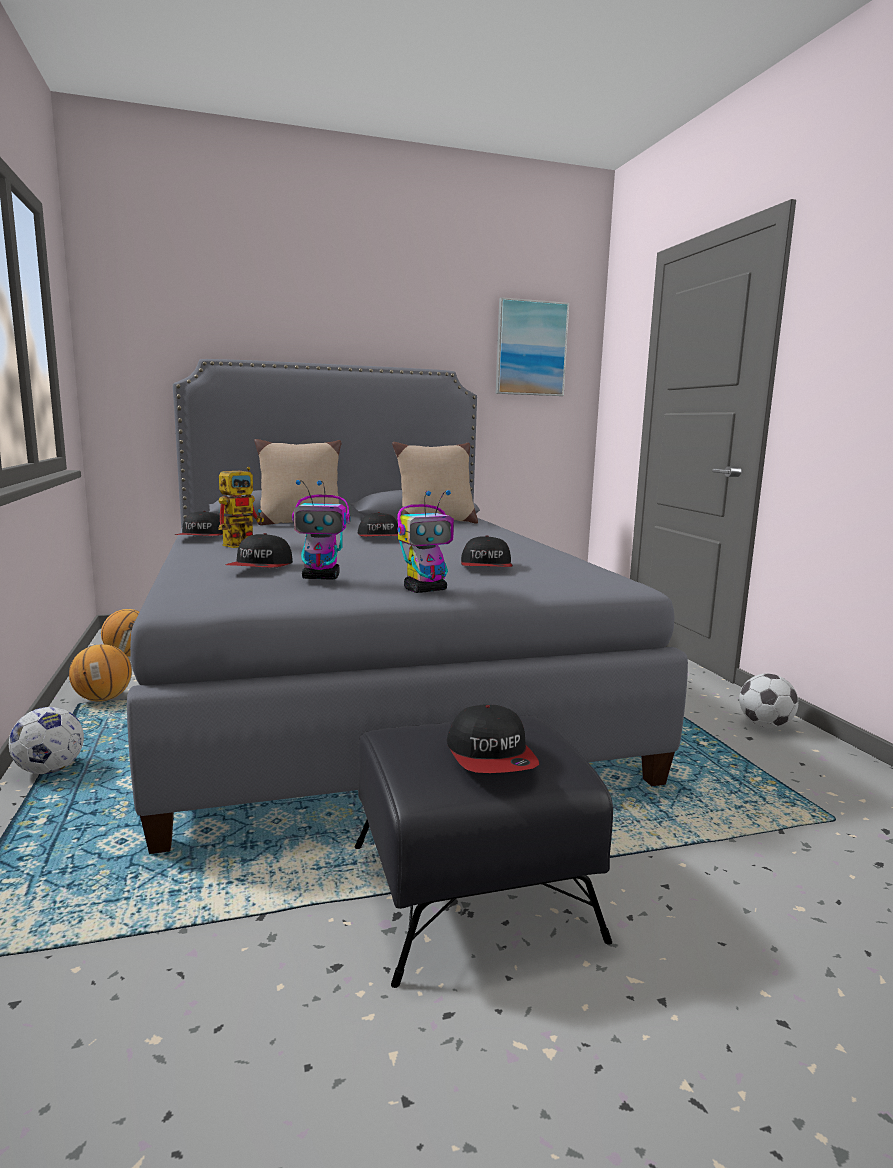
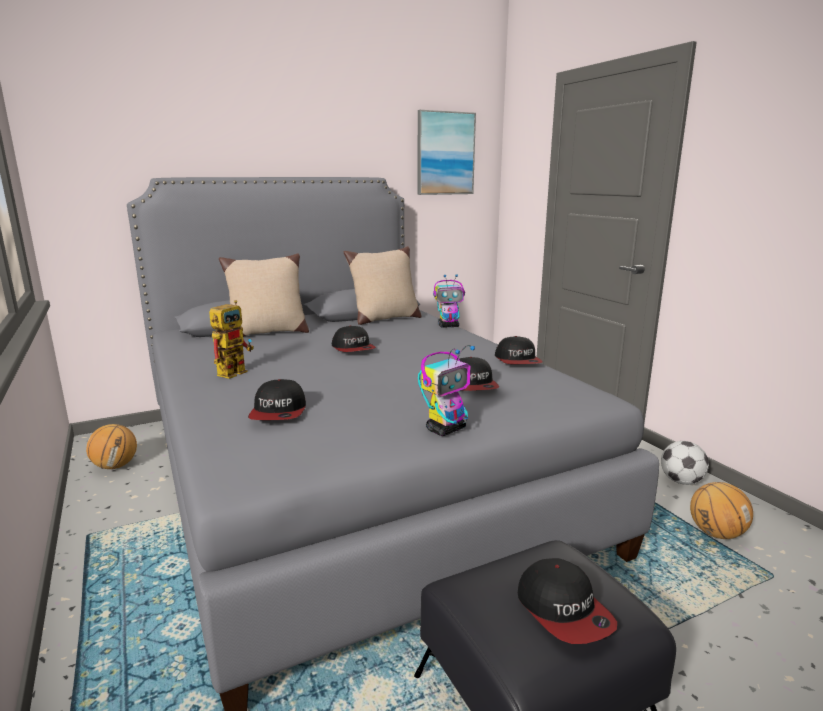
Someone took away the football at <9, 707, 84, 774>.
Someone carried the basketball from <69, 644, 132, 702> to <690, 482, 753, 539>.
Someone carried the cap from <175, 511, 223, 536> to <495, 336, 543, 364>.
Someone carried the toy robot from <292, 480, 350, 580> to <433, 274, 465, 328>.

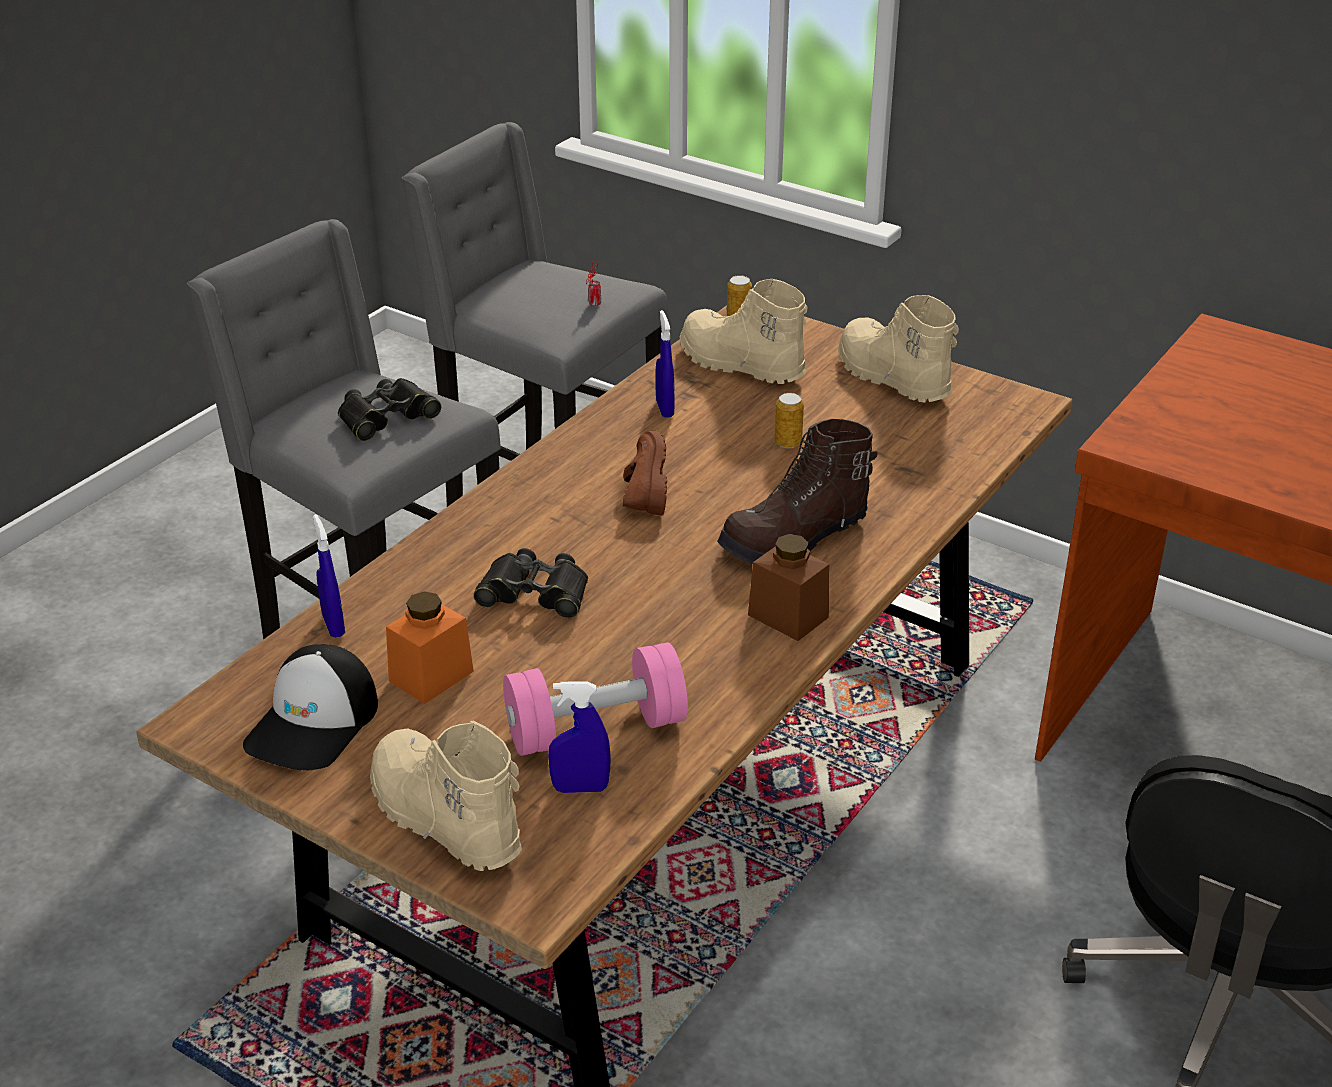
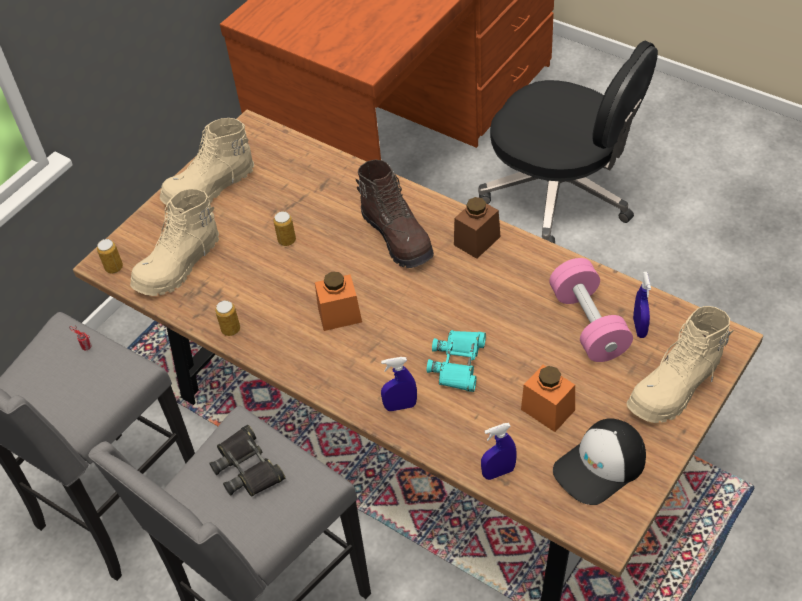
Someone put down the can at <215, 300, 240, 336>.
Someone carried the blue spray bottle from <656, 310, 675, 418> to <381, 357, 417, 411>.
Someone swapped the brown shoe at <622, 431, 667, 516> for the orange jar at <315, 272, 362, 331>.
Someone repainted the black binoculars at <473, 548, 588, 618>, which became the turquoise binoculars at <427, 330, 486, 392>.
Someone rotated the cap at <243, 644, 378, 771> by 120 degrees clockwise.

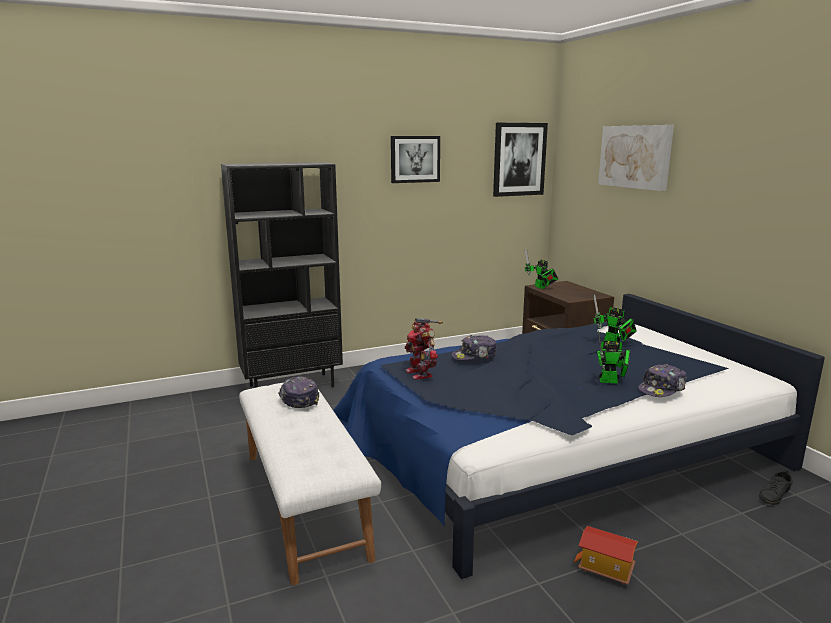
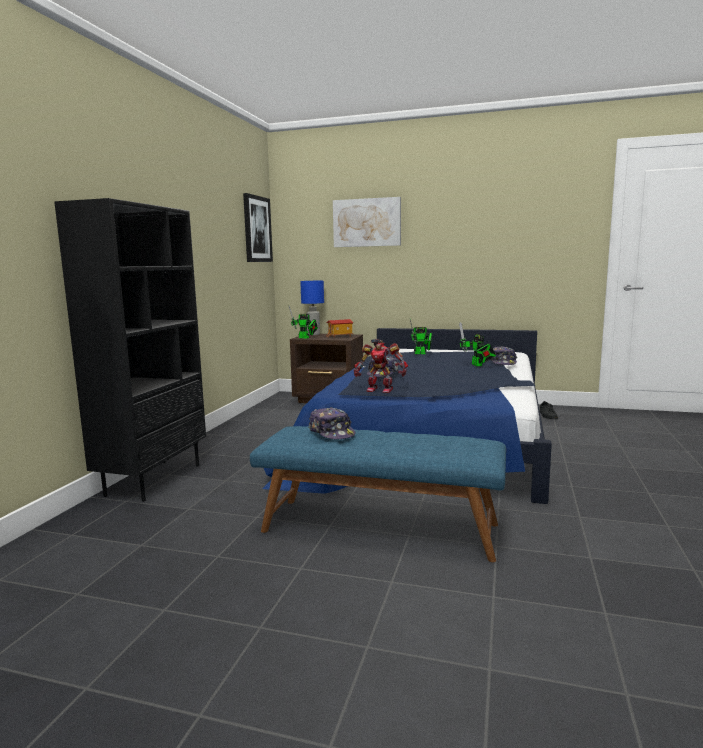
Someone took away the picture at <391, 136, 440, 183>.
Someone put down the blue table lamp at <300, 281, 324, 335>.
Someone carried the toy house from <574, 526, 638, 585> to <326, 319, 354, 338>.
Someone repainted the white bench at <239, 383, 381, 585>, which became the blue bench at <250, 426, 506, 562>.
Someone rotated the cap at <278, 376, 319, 408> by 135 degrees counterclockwise.
Someone rotated the toy robot at <597, 331, 630, 384> by 120 degrees clockwise.

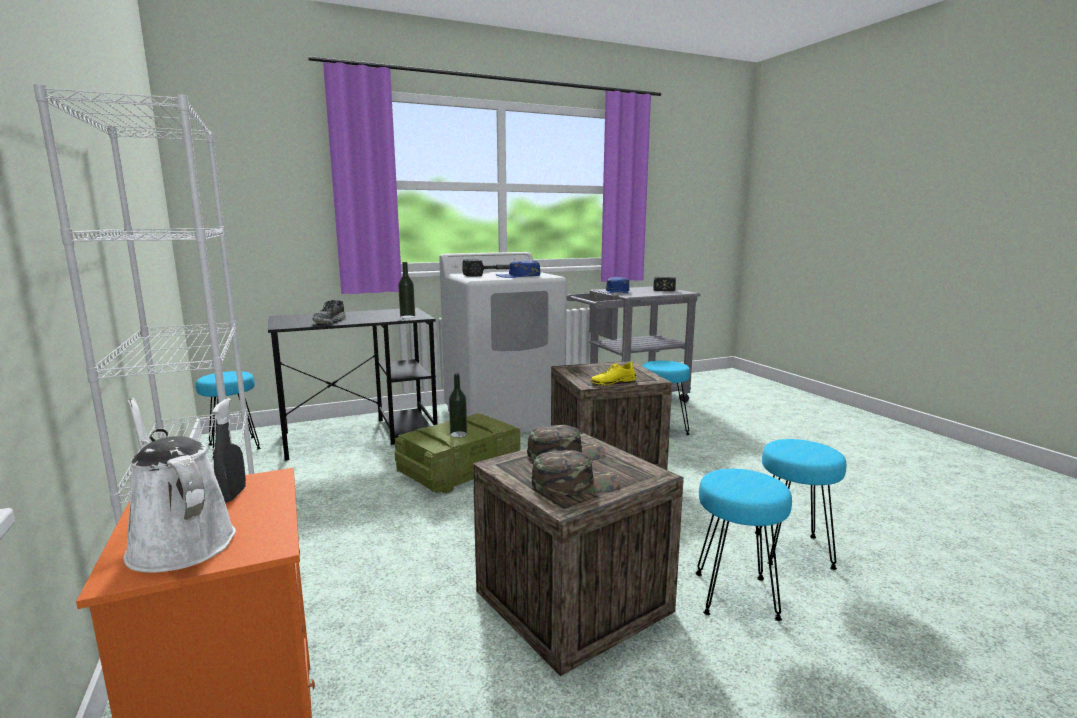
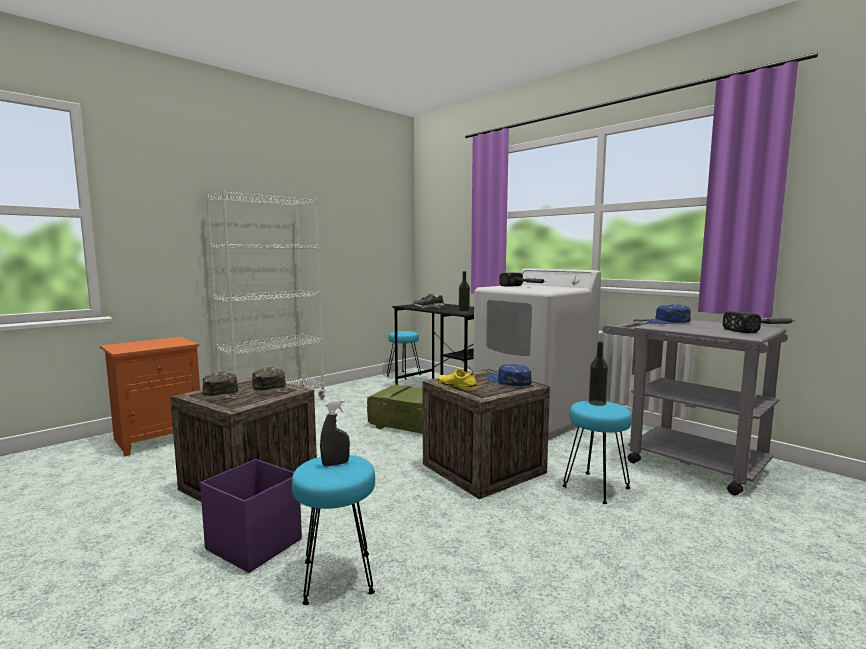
Someone took away the white watering can at <124, 398, 236, 572>.
Someone carried the grey spray bottle from <212, 398, 246, 502> to <320, 399, 350, 467>.
Someone carried the bottle from <449, 373, 467, 438> to <588, 342, 608, 406>.
Someone carried the blue cap from <496, 260, 540, 278> to <486, 364, 532, 386>.
Someone swapped the turquoise stool at <695, 469, 792, 621> for the purple storage box at <200, 459, 302, 573>.

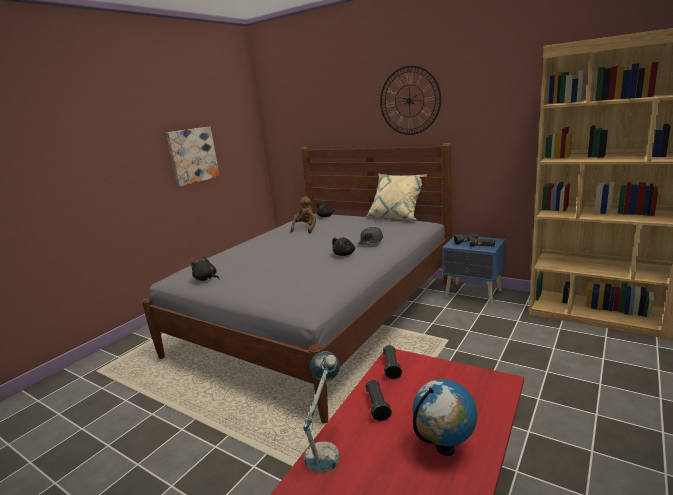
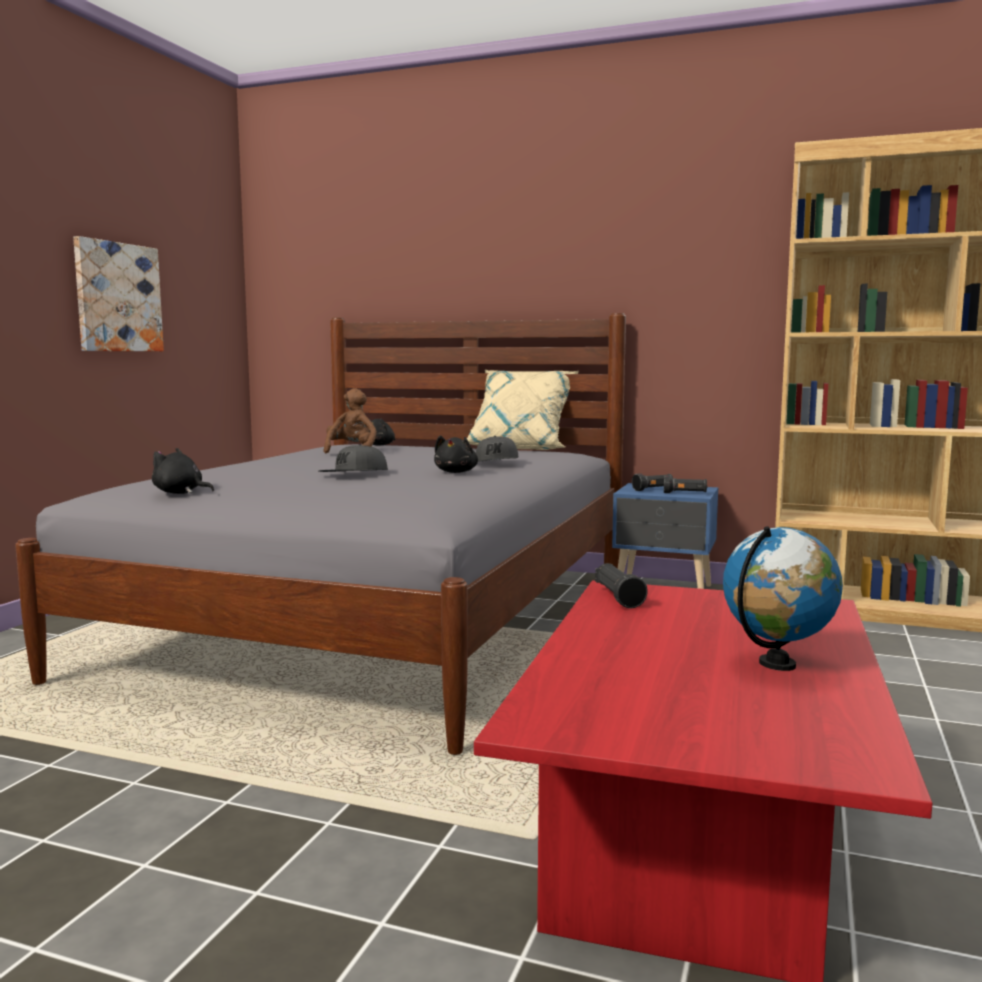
Someone took away the table lamp at <303, 351, 340, 474>.
Someone took away the black flashlight at <366, 380, 392, 421>.
Someone took away the wall clock at <380, 66, 441, 135>.
Someone put down the grey cap at <319, 444, 388, 472>.

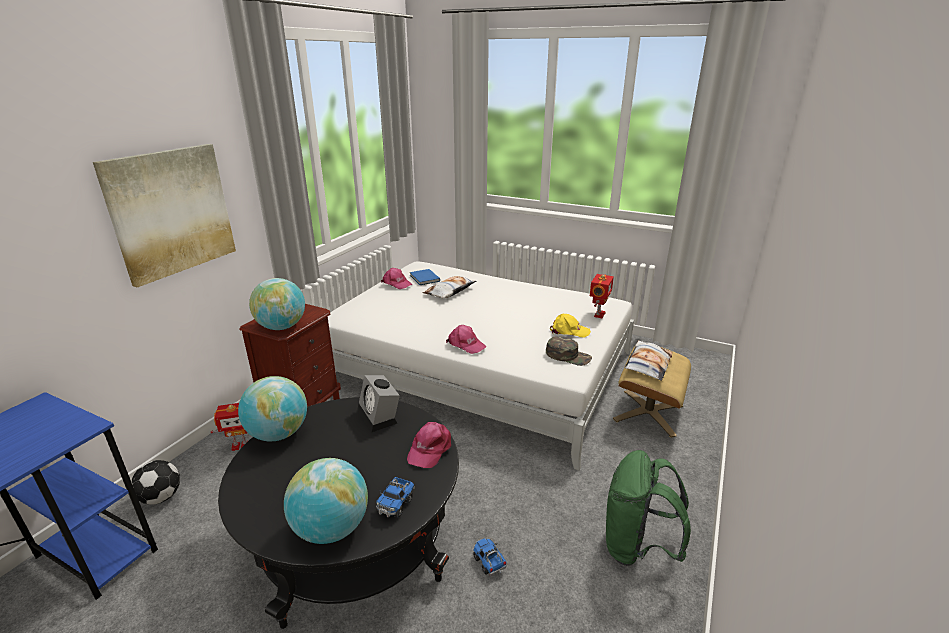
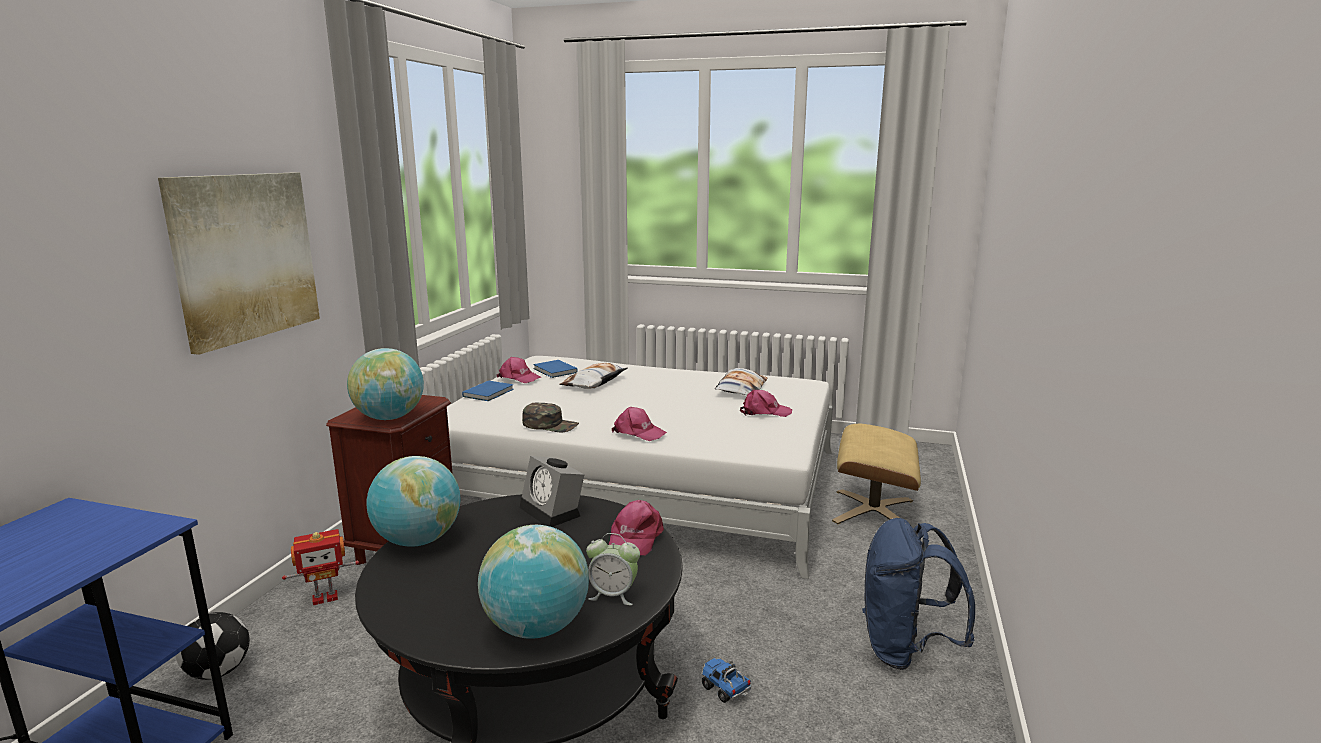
Someone took away the toy robot at <590, 274, 614, 318>.
Someone put down the blue book at <462, 381, 514, 401>.
Someone carried the green cap from <546, 336, 592, 366> to <522, 402, 579, 432>.
Someone carried the pillow from <625, 340, 673, 381> to <715, 368, 767, 395>.
Someone swapped the toy truck at <376, 477, 414, 518> for the alarm clock at <586, 533, 640, 605>.
Someone repainted the yellow cap at <550, 314, 591, 338>, which became the pink cap at <740, 390, 792, 417>.
Someone repainted the green backpack at <606, 450, 691, 566>, which became the blue backpack at <862, 518, 975, 670>.

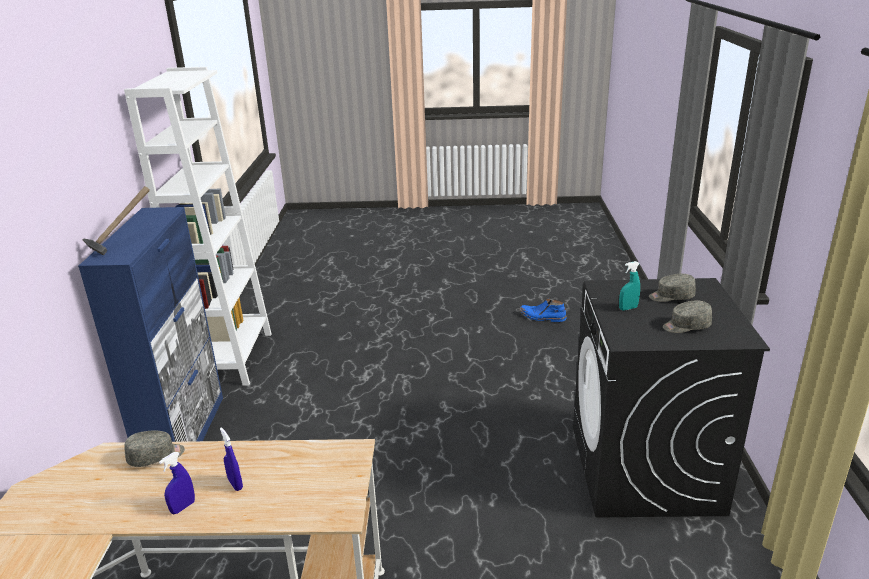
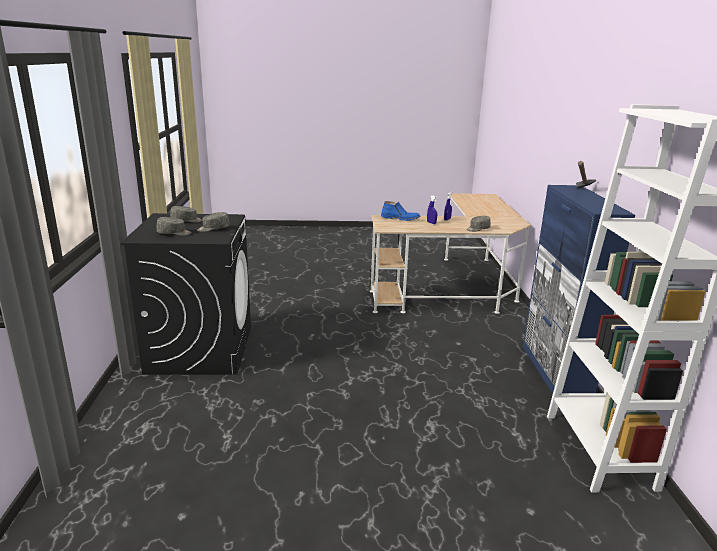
Someone carried the blue boot from <520, 298, 567, 322> to <381, 201, 420, 221>.
Someone swapped the turquoise spray bottle at <619, 261, 640, 311> for the grey cap at <197, 212, 230, 232>.

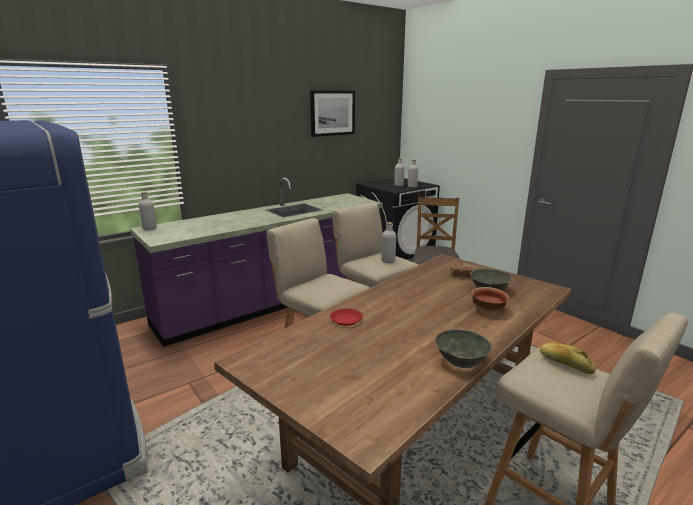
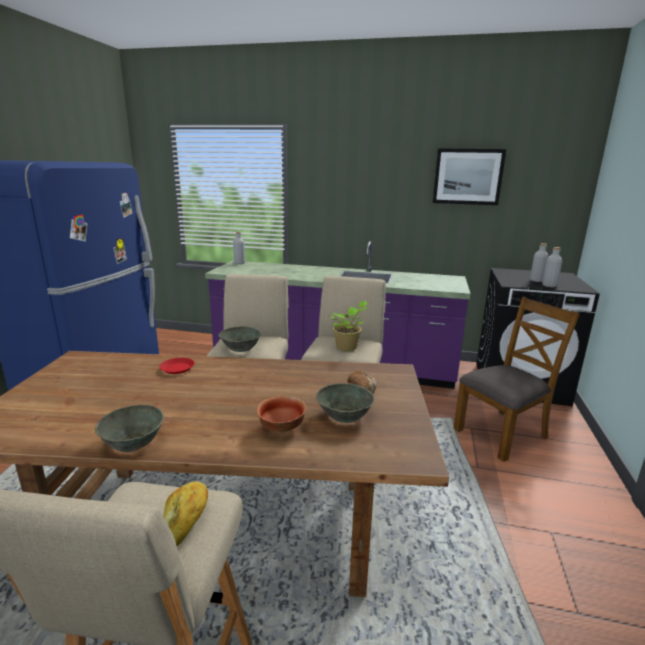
Someone put down the grey bowl at <218, 326, 262, 352>.
Someone swapped the grey bottle at <381, 222, 396, 263> for the potted plant at <329, 301, 369, 351>.

